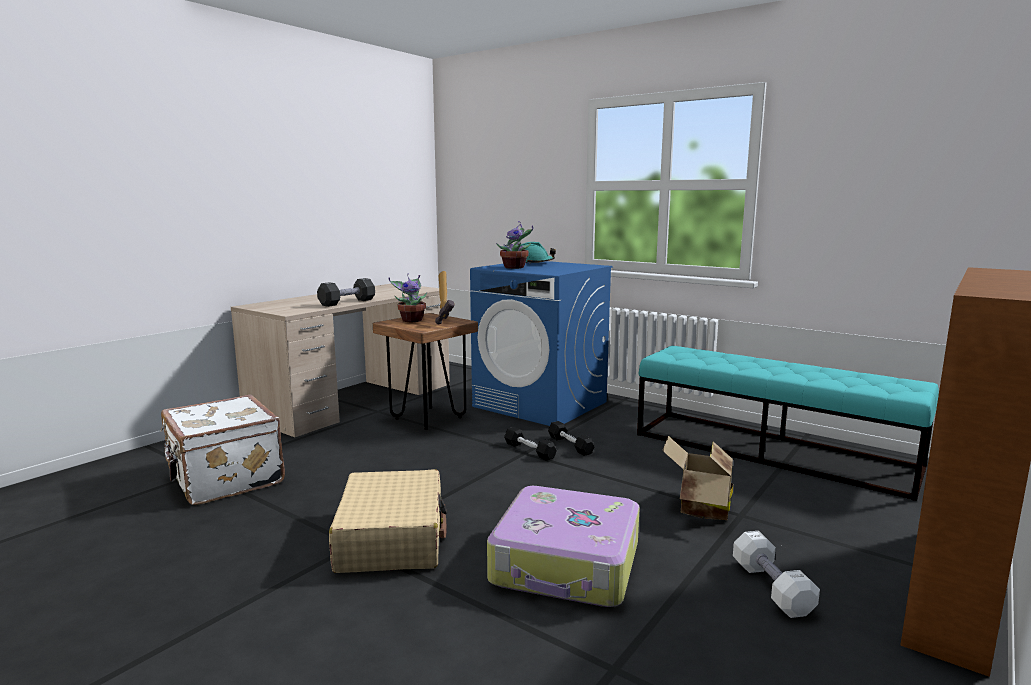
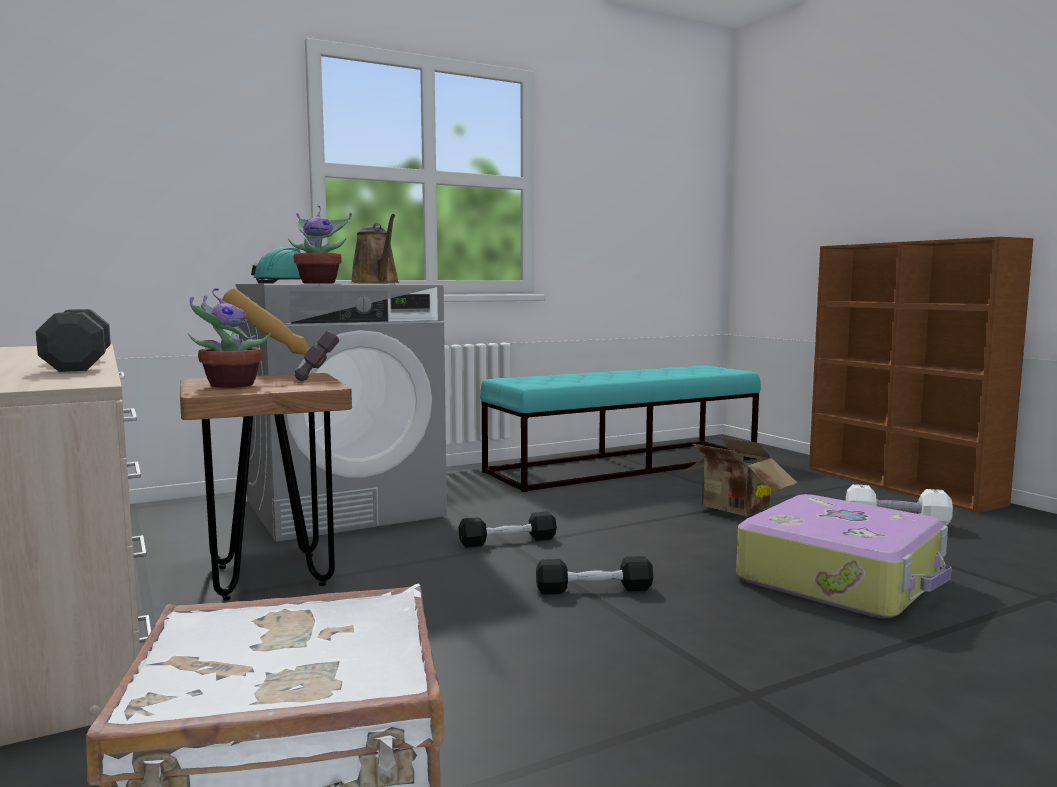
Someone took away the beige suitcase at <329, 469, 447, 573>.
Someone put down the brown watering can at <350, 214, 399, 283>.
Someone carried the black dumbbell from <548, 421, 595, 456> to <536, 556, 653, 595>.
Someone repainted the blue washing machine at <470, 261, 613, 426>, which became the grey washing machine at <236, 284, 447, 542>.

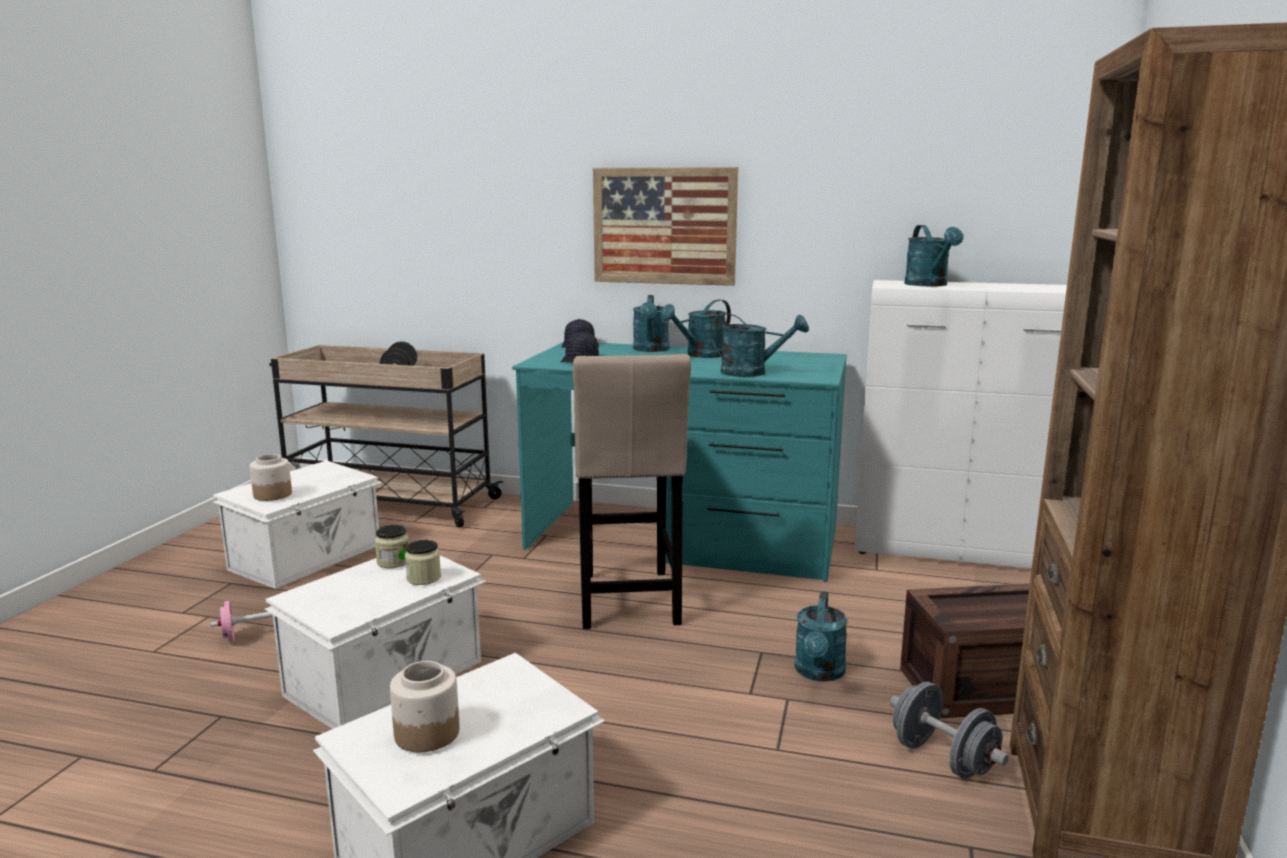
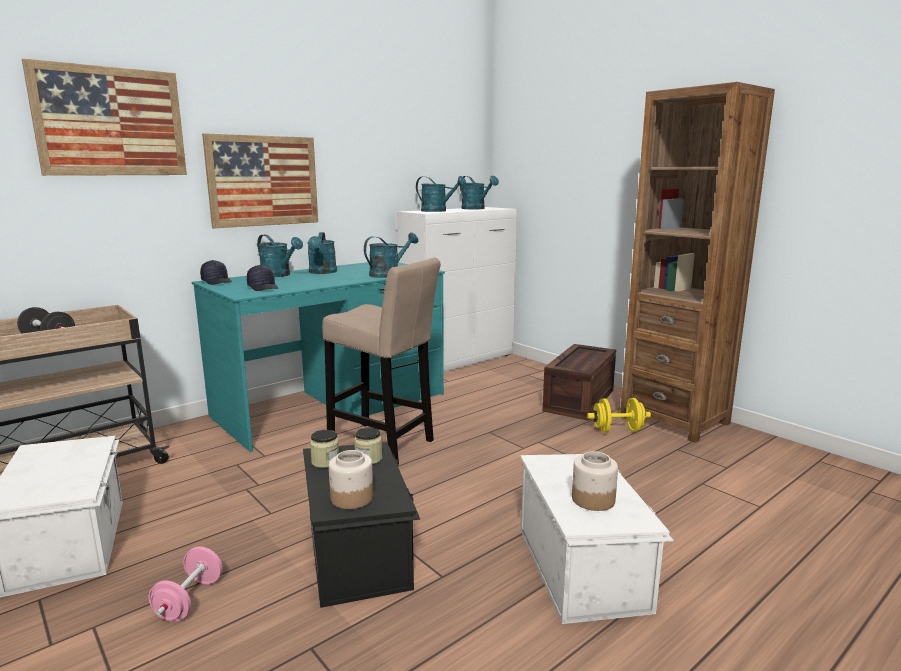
Someone put up the picture at <22, 58, 187, 176>.
Someone carried the jar from <250, 454, 292, 501> to <329, 450, 373, 509>.
Someone carried the turquoise watering can from <794, 591, 848, 682> to <460, 176, 499, 209>.
Someone repainted the white storage box at <265, 555, 486, 729>, which became the black storage box at <303, 442, 420, 608>.
Someone repainted the grey dumbbell at <890, 682, 1009, 779>, which became the yellow dumbbell at <587, 398, 651, 433>.

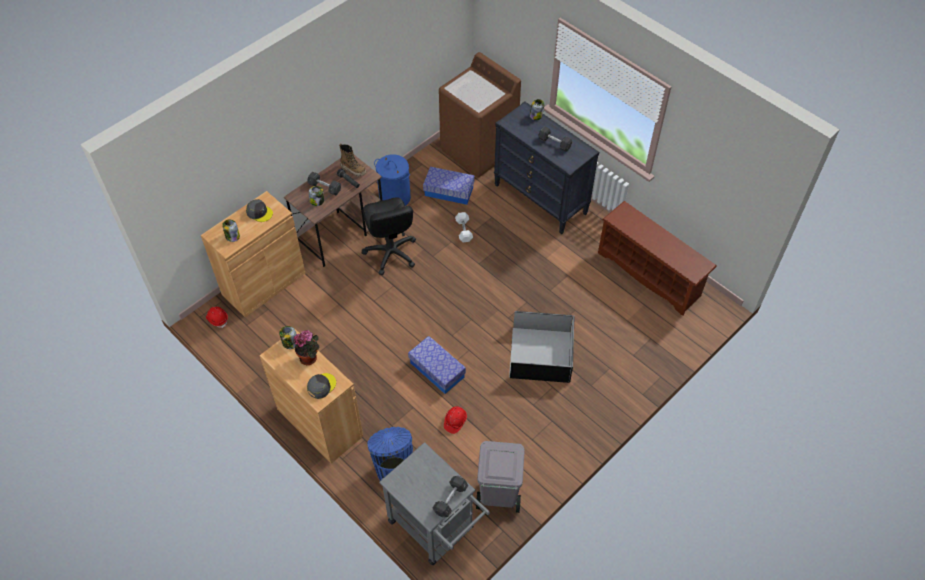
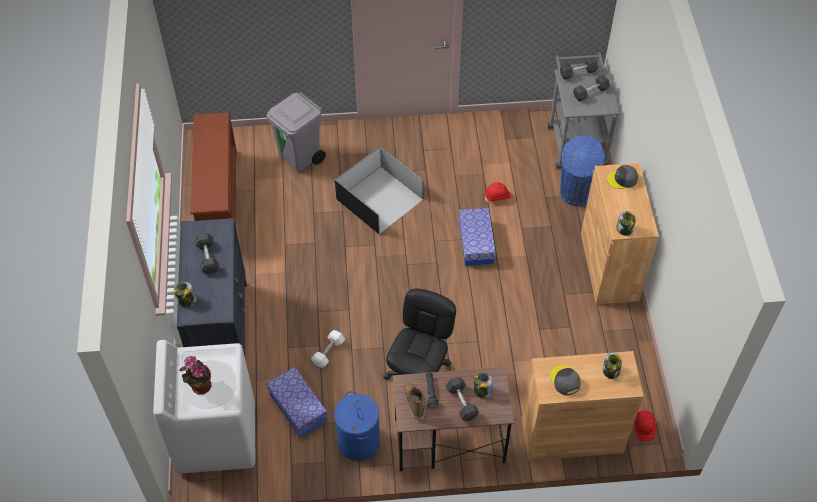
Someone put down the grey dumbbell at <573, 75, 610, 102>.
Someone carried the potted plant from <293, 330, 319, 365> to <180, 356, 212, 395>.
Someone carried the grey trash can from <476, 441, 525, 513> to <266, 92, 326, 172>.
Someone repainted the brown washing machine at <439, 52, 521, 178>, which became the white washing machine at <153, 340, 255, 474>.

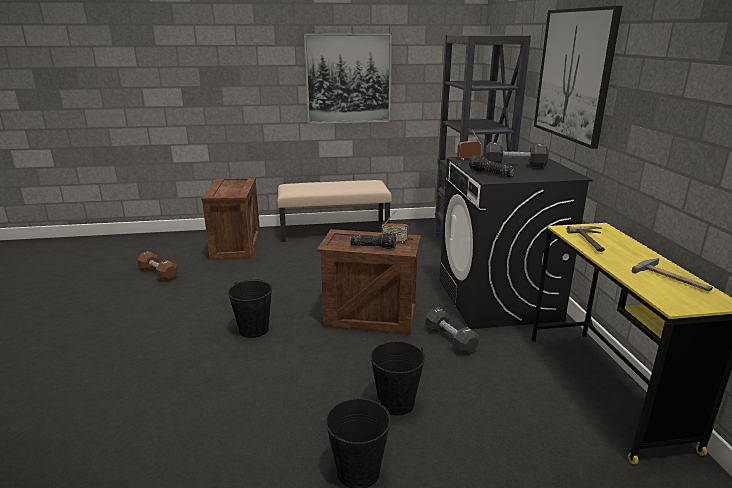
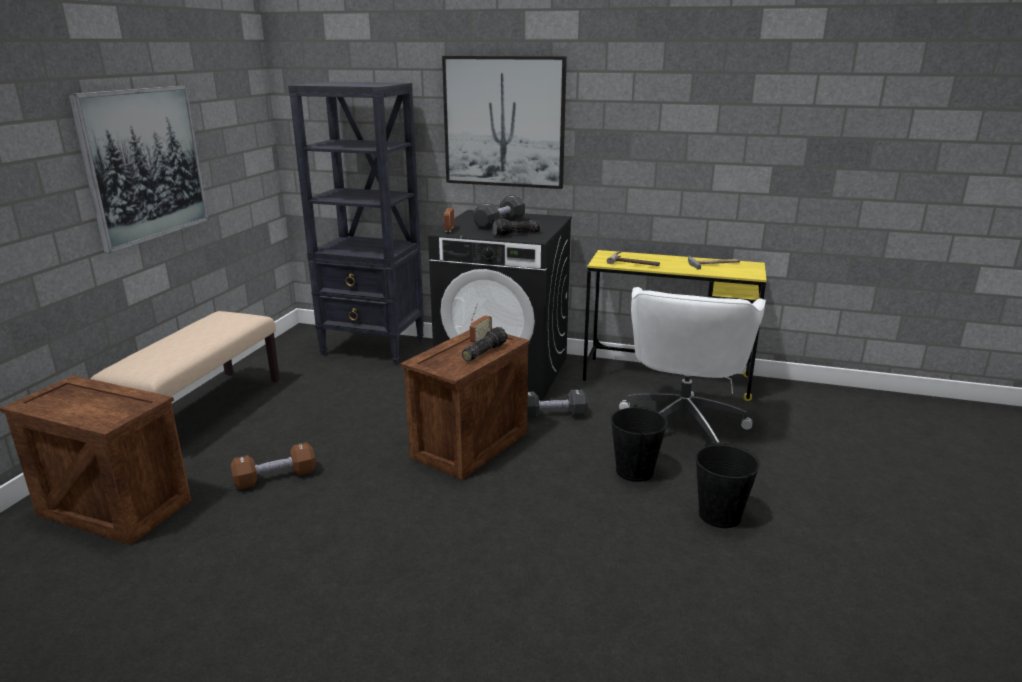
Someone took away the black bucket at <228, 279, 272, 338>.
Someone put down the white office chair at <619, 287, 766, 445>.
Someone carried the brown dumbbell from <137, 251, 178, 281> to <230, 442, 316, 489>.

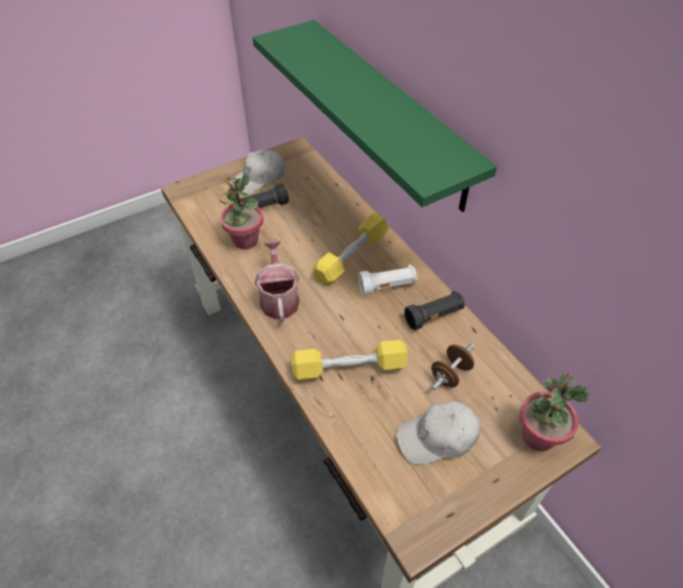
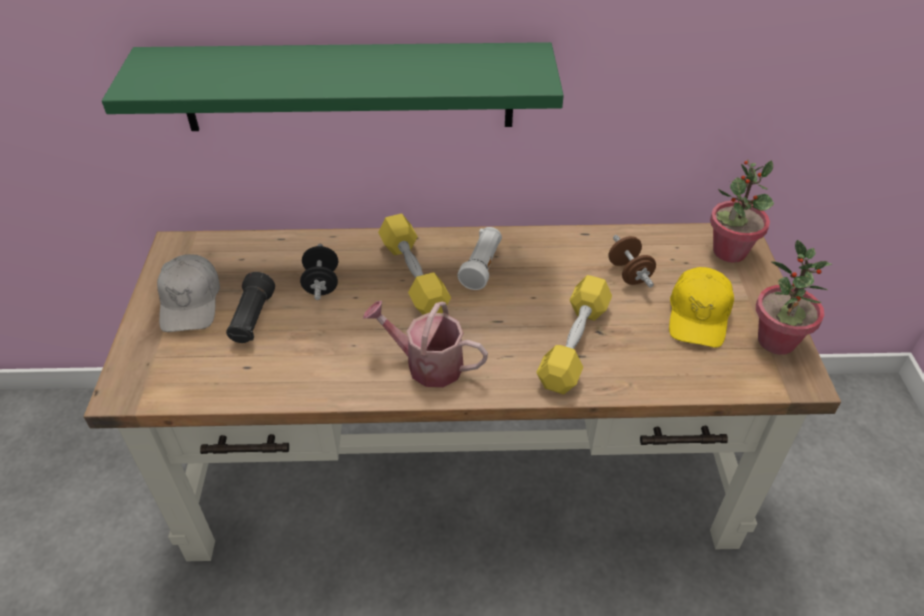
Someone took away the black flashlight at <404, 291, 465, 330>.
Someone put down the black dumbbell at <300, 244, 338, 300>.
Someone carried the potted plant from <218, 172, 264, 249> to <756, 240, 832, 355>.
Someone repainted the white cap at <396, 401, 481, 465>, which became the yellow cap at <669, 267, 734, 348>.

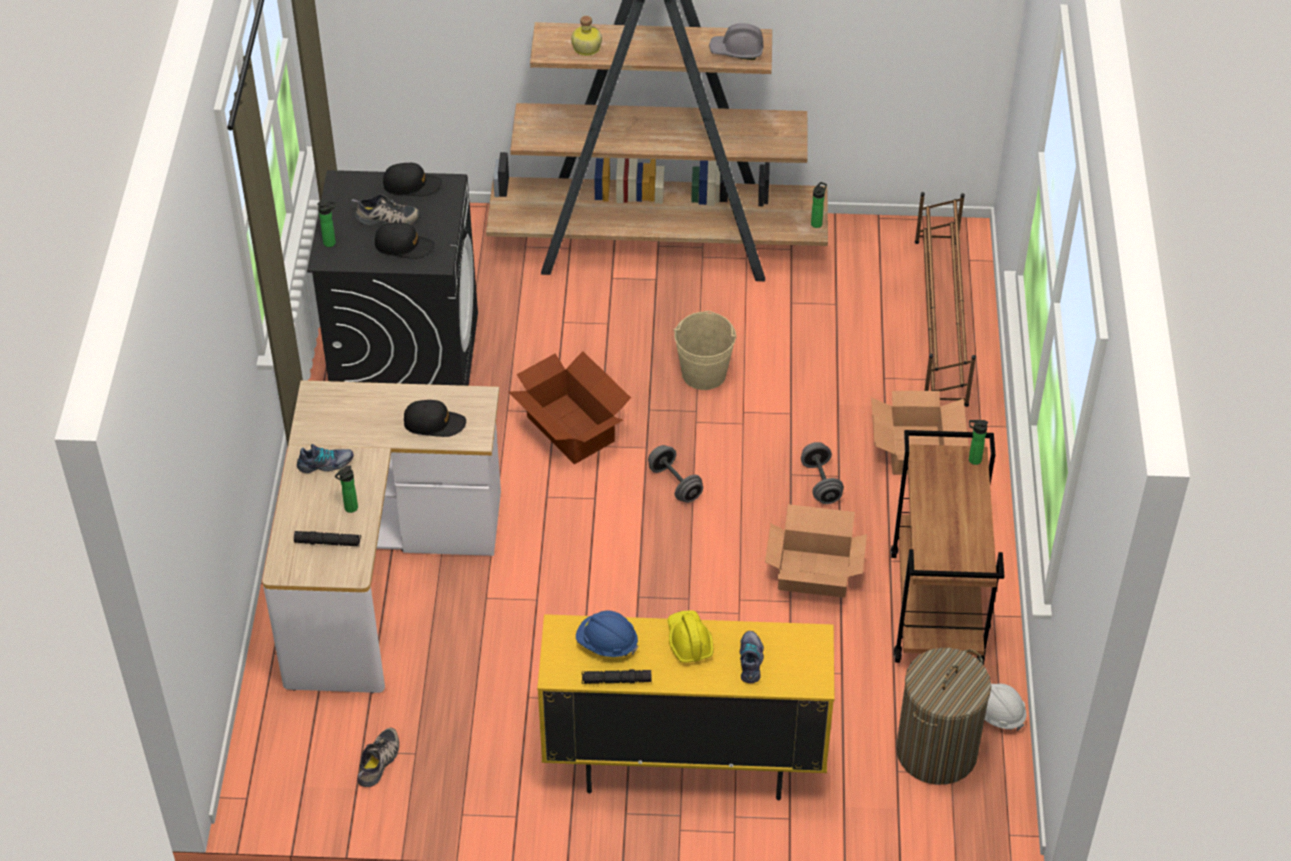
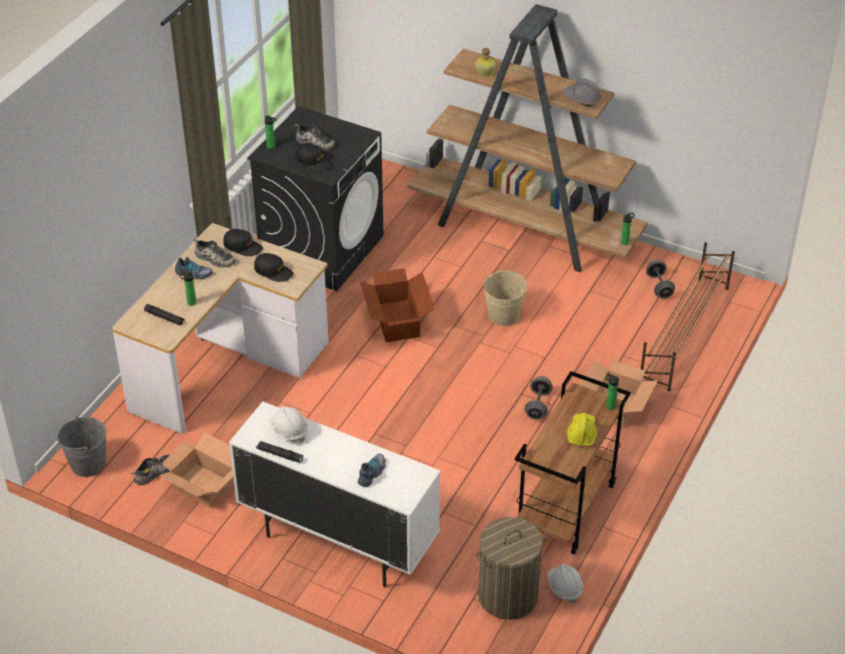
Someone put down the grey bucket at <57, 416, 106, 477>.
Someone put down the shoe at <193, 238, 236, 267>.
Someone carried the black cap from <383, 163, 442, 196> to <223, 229, 263, 256>.
Someone carried the grey dumbbell from <648, 445, 703, 503> to <646, 260, 675, 299>.
Someone carried the yellow hard hat from <668, 611, 714, 663> to <567, 413, 597, 446>.
Someone carried the cardboard box from <765, 504, 867, 598> to <159, 432, 234, 508>.
Someone repainted the yellow cabinet at <537, 614, 835, 800>, which became the white cabinet at <229, 401, 441, 587>.
Someone repainted the blue hard hat at <576, 611, 638, 657>, which became the white hard hat at <268, 406, 308, 443>.

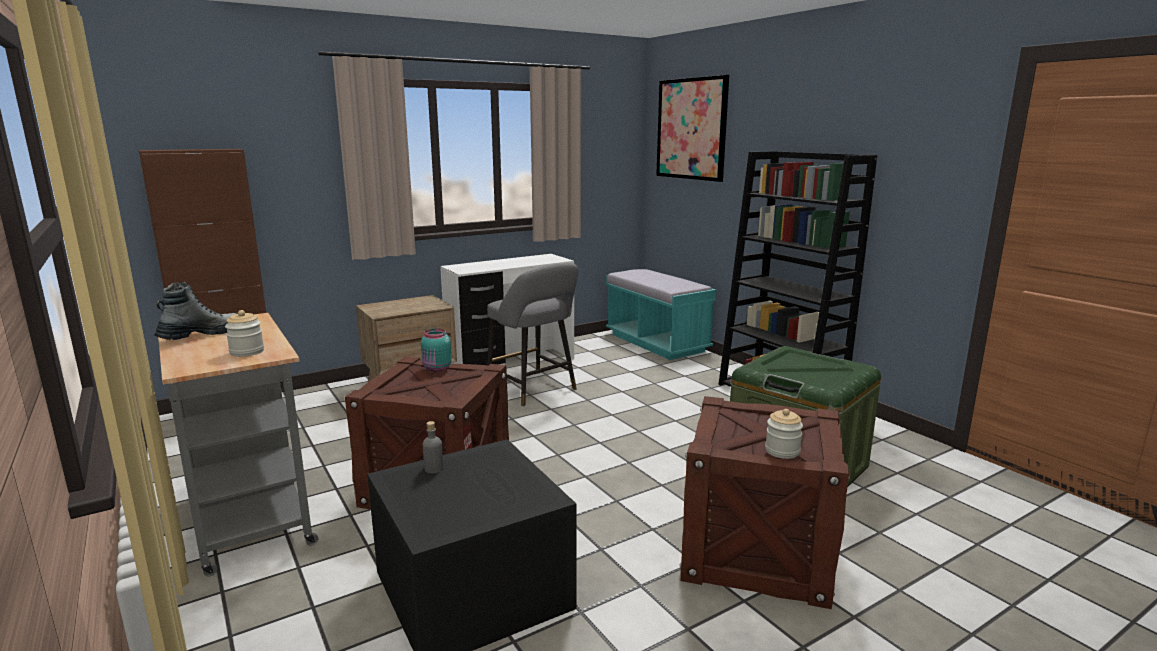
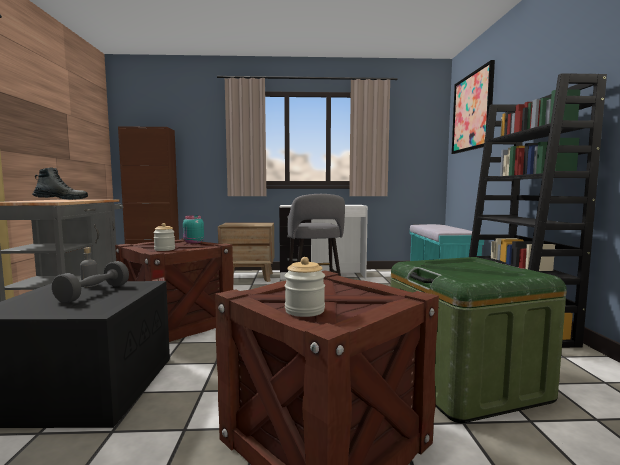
Someone put down the grey dumbbell at <52, 261, 129, 303>.
Someone carried the jar from <225, 310, 264, 357> to <153, 223, 175, 251>.

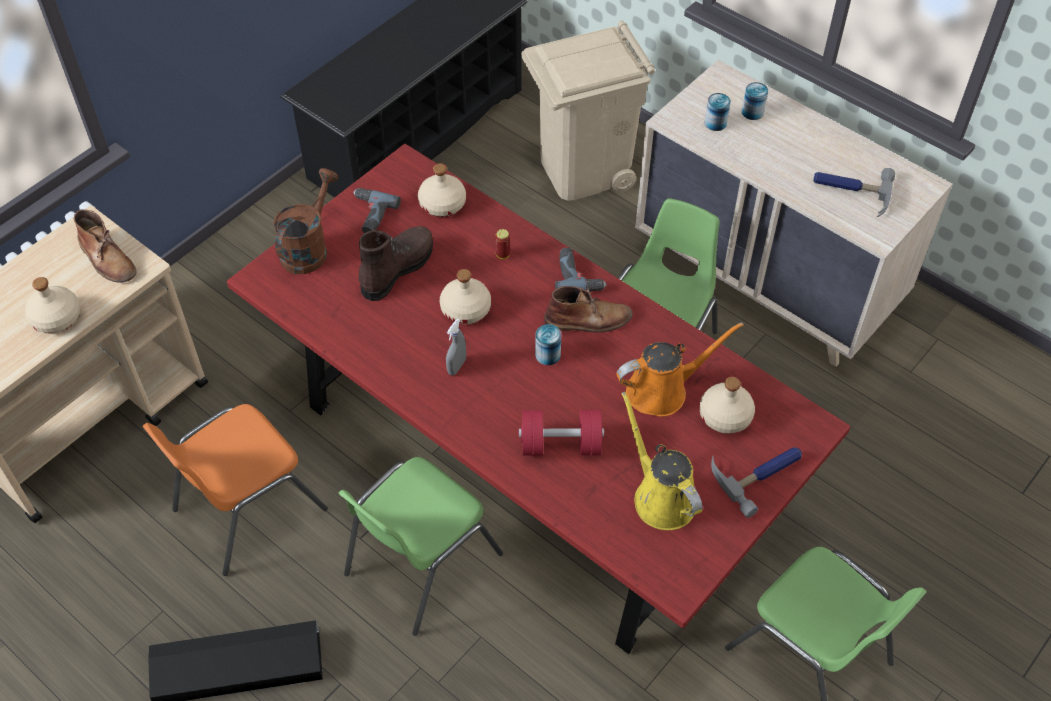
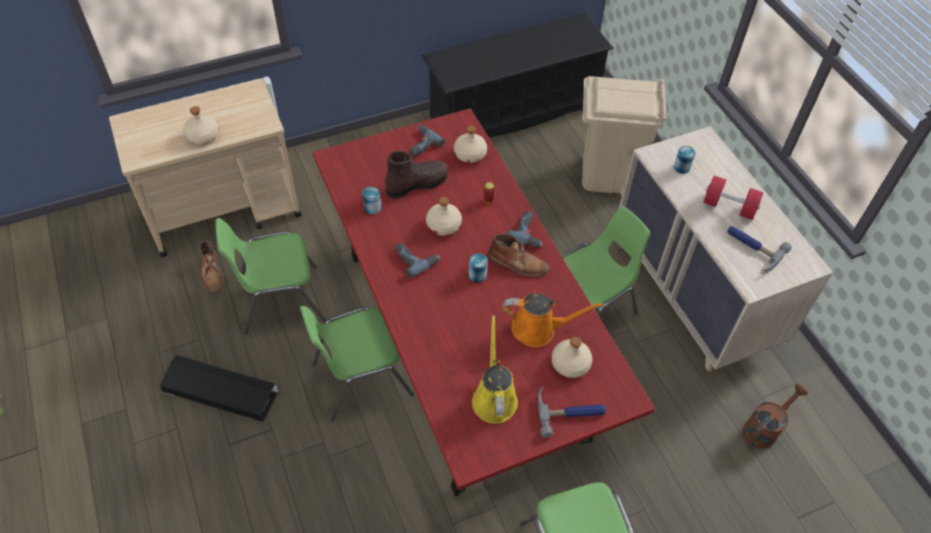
Someone carried the brown boot from <74, 209, 137, 283> to <199, 240, 223, 293>.
Someone carried the brown watering can from <273, 168, 339, 274> to <743, 384, 808, 448>.
Someone carried the red dumbbell from <519, 410, 604, 456> to <703, 176, 763, 220>.
Someone carried the can from <742, 82, 768, 120> to <363, 186, 381, 214>.
Someone swapped the grey spray bottle at <446, 319, 466, 375> for the power drill at <395, 243, 440, 278>.
Someone repainted the orange chair at <143, 404, 328, 576>, which became the green chair at <215, 218, 326, 335>.

